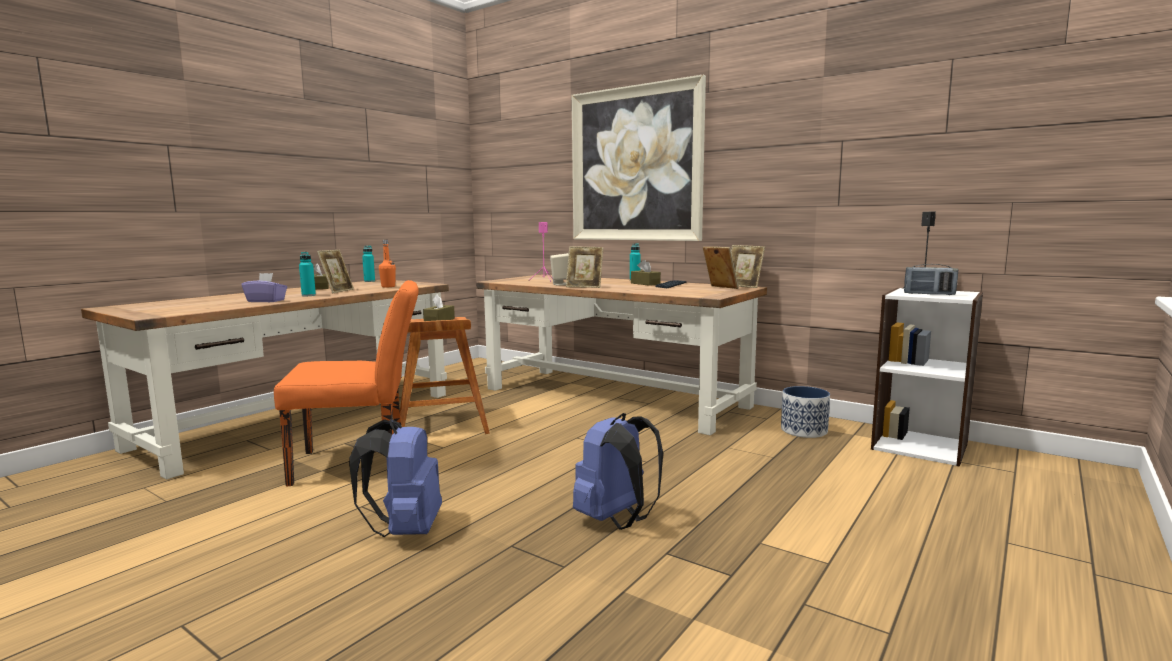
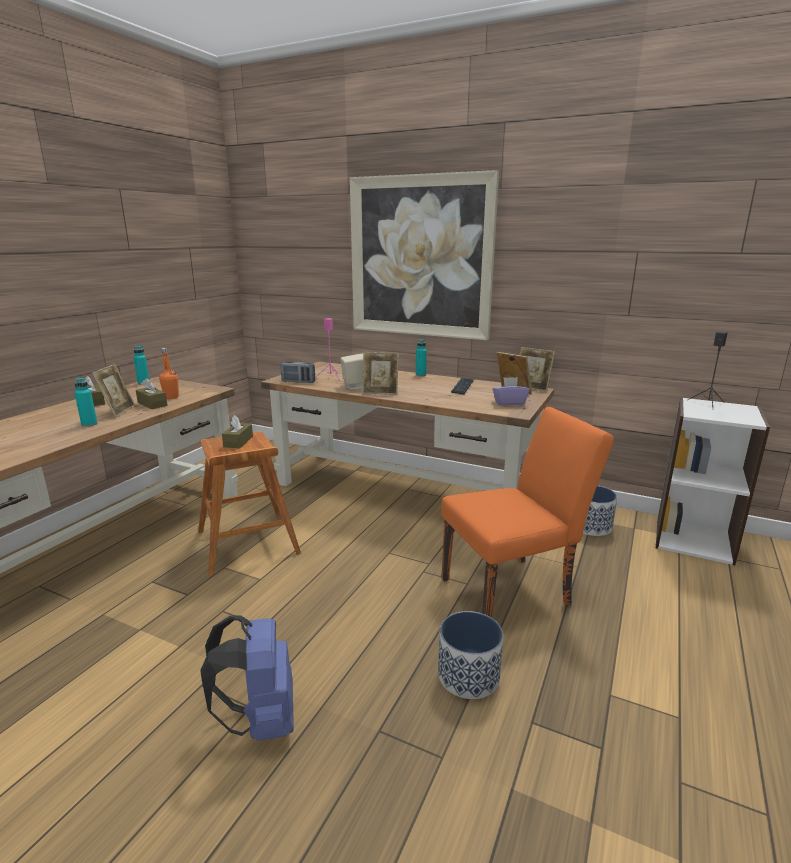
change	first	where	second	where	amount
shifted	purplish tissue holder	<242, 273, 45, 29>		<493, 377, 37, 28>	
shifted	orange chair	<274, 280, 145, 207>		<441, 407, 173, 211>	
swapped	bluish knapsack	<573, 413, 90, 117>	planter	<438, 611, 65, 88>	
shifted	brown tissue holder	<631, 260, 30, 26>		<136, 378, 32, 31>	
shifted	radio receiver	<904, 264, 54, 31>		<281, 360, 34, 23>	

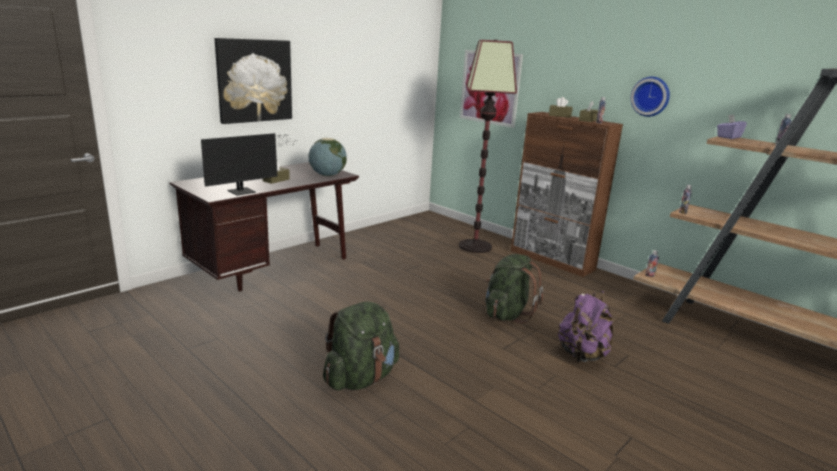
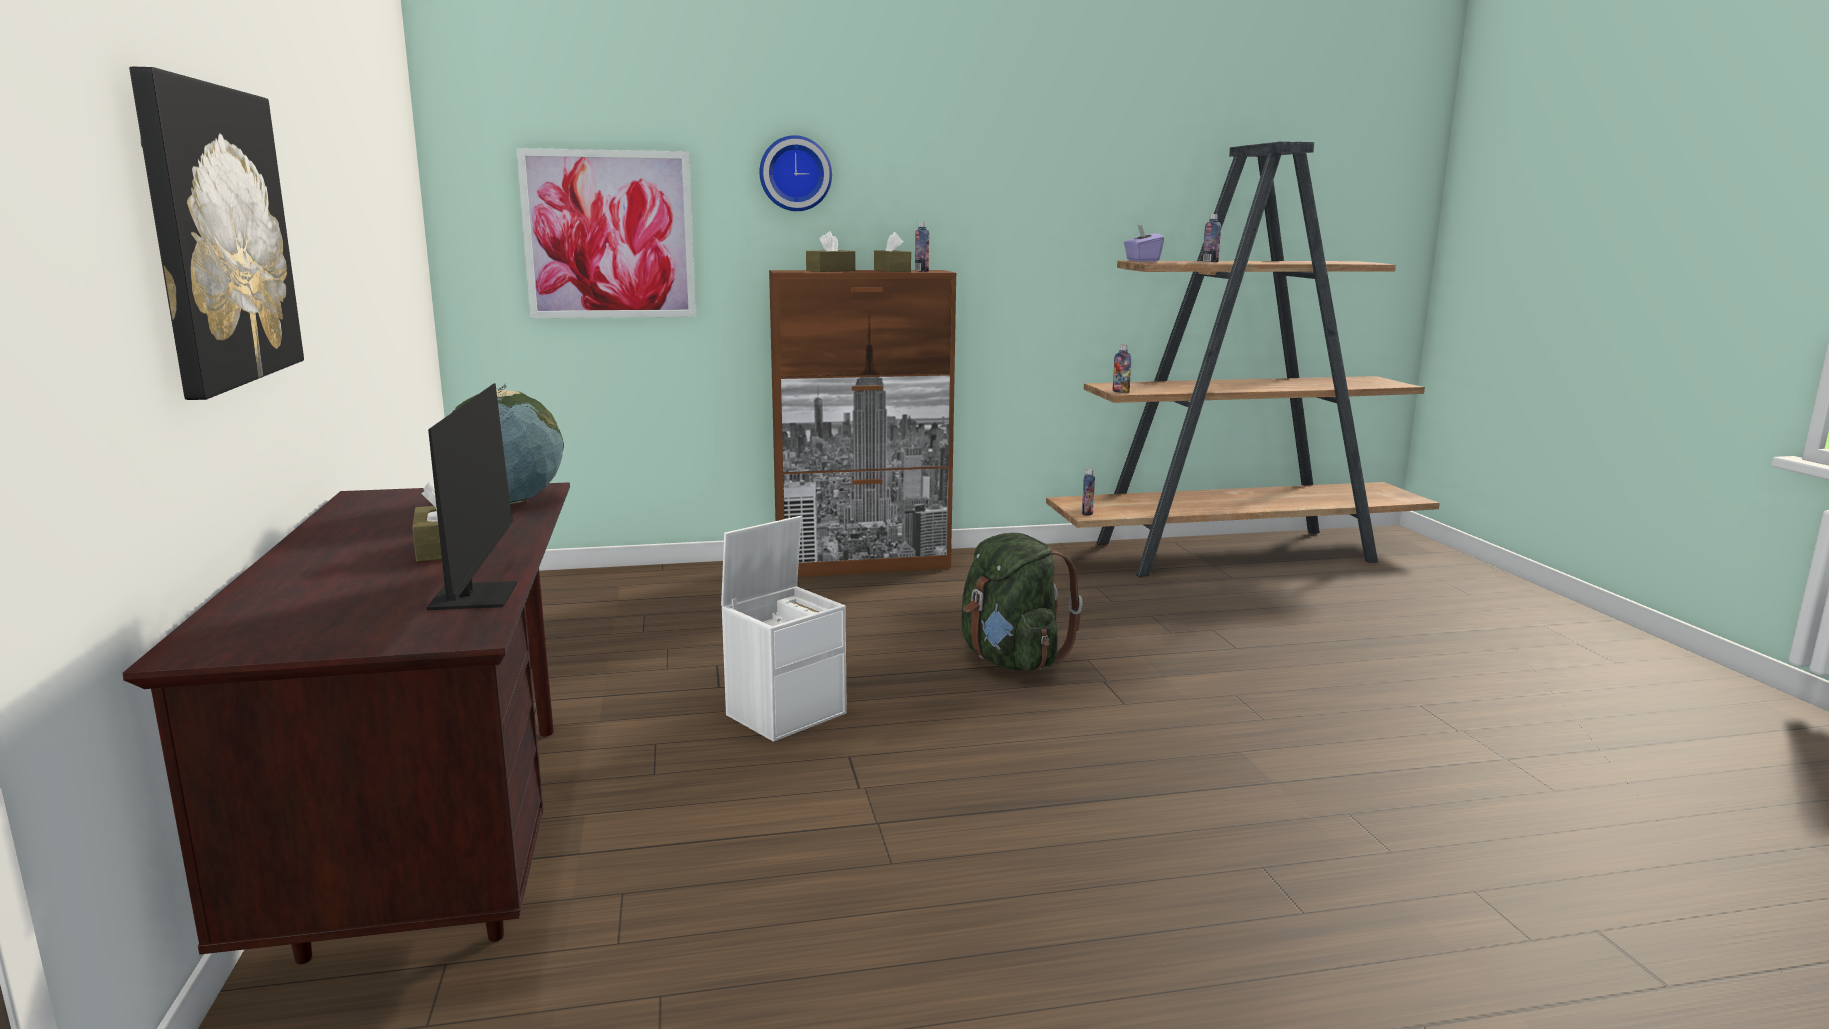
change	first	where	second	where	amount
gone	green knapsack	<323, 301, 76, 90>			
gone	standing lamp	<459, 40, 58, 213>			
gone	purplish knapsack	<558, 291, 55, 71>			
shifted	clock on the wall	<630, 77, 40, 40>		<759, 135, 73, 76>	
new			whitish storage bin	<721, 516, 126, 226>	

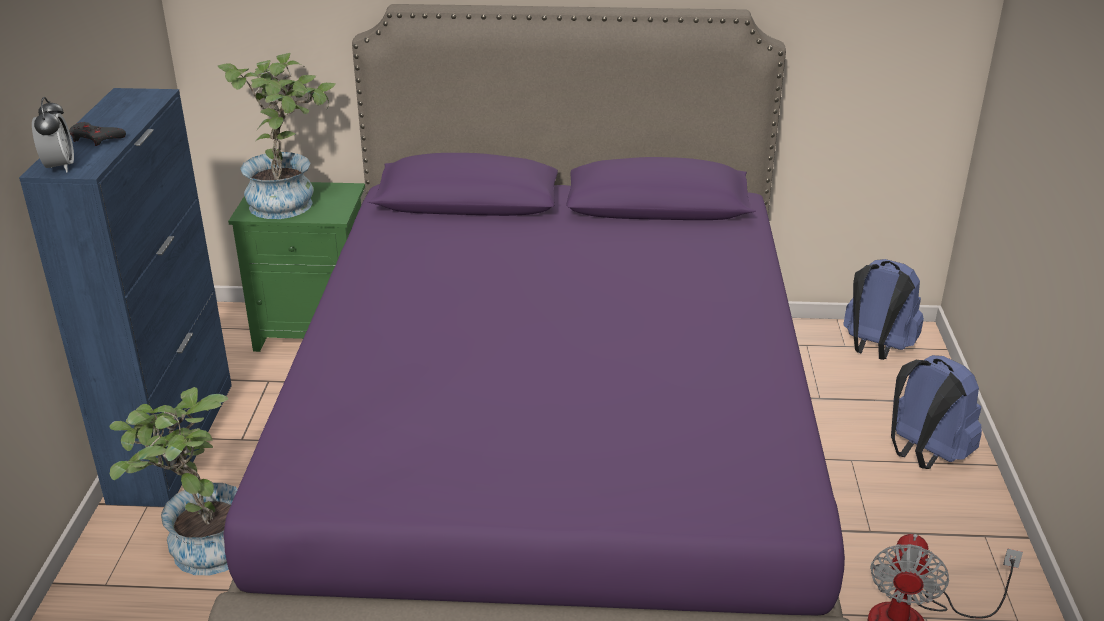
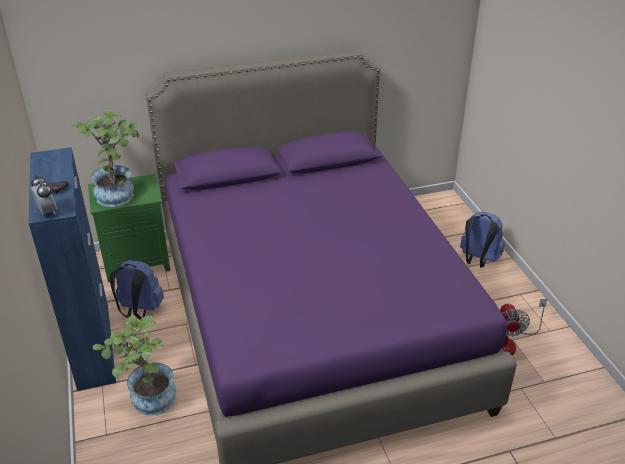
change	first	where	second	where	amount
shifted	bluish knapsack	<843, 259, 81, 101>		<110, 260, 54, 60>	

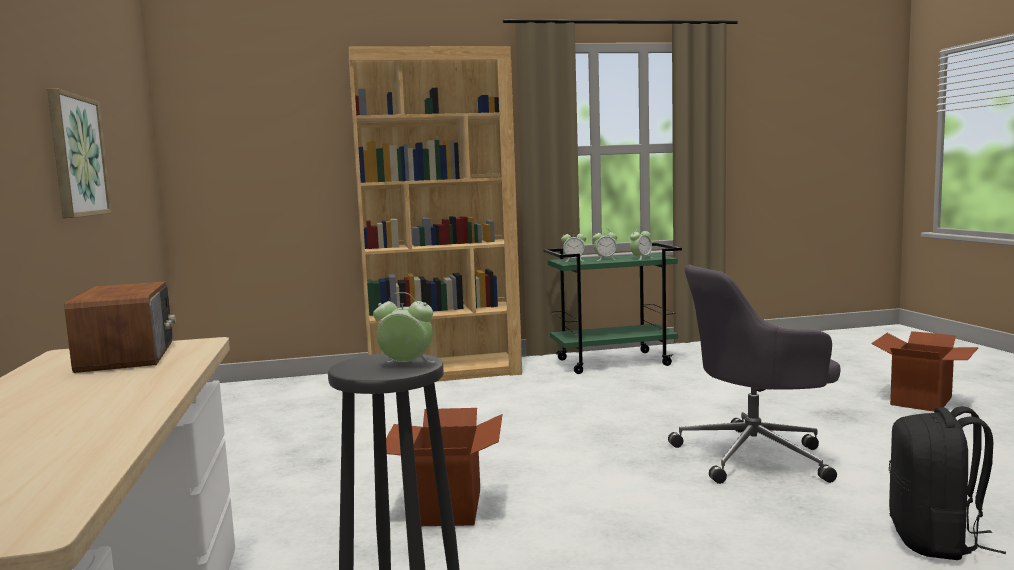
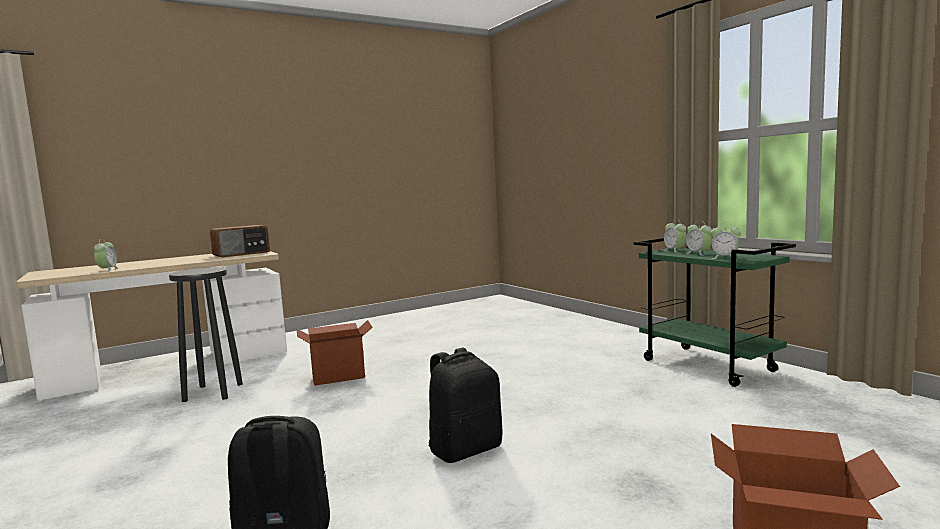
change	first	where	second	where	amount
gone	picture	<47, 88, 65, 130>			
gone	brown bookcase	<349, 46, 173, 336>			
shifted	table clock	<373, 292, 62, 71>		<94, 239, 24, 32>	
swapped	greyish desk chair	<668, 265, 173, 219>	black knapsack	<429, 347, 73, 116>	

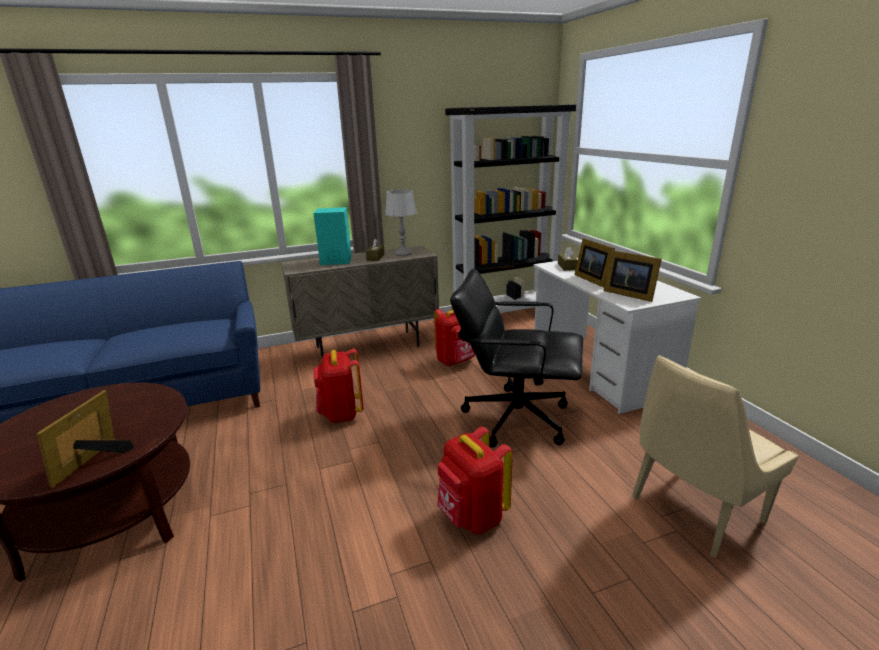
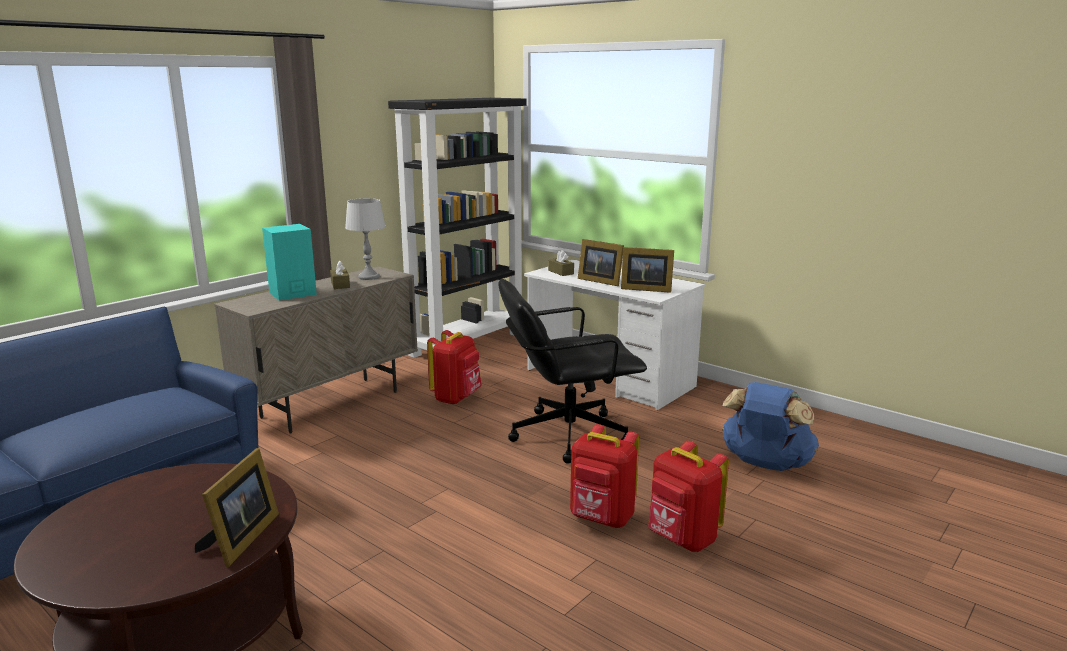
change	first	where	second	where	amount
rotated	picture frame	<37, 390, 97, 98>		<195, 448, 84, 119>	150 degrees counterclockwise
shifted	red-coloured knapsack	<314, 349, 50, 74>		<648, 441, 81, 111>	
swapped	beige-coloured chair	<632, 355, 166, 203>	bluish knapsack	<722, 382, 97, 89>	

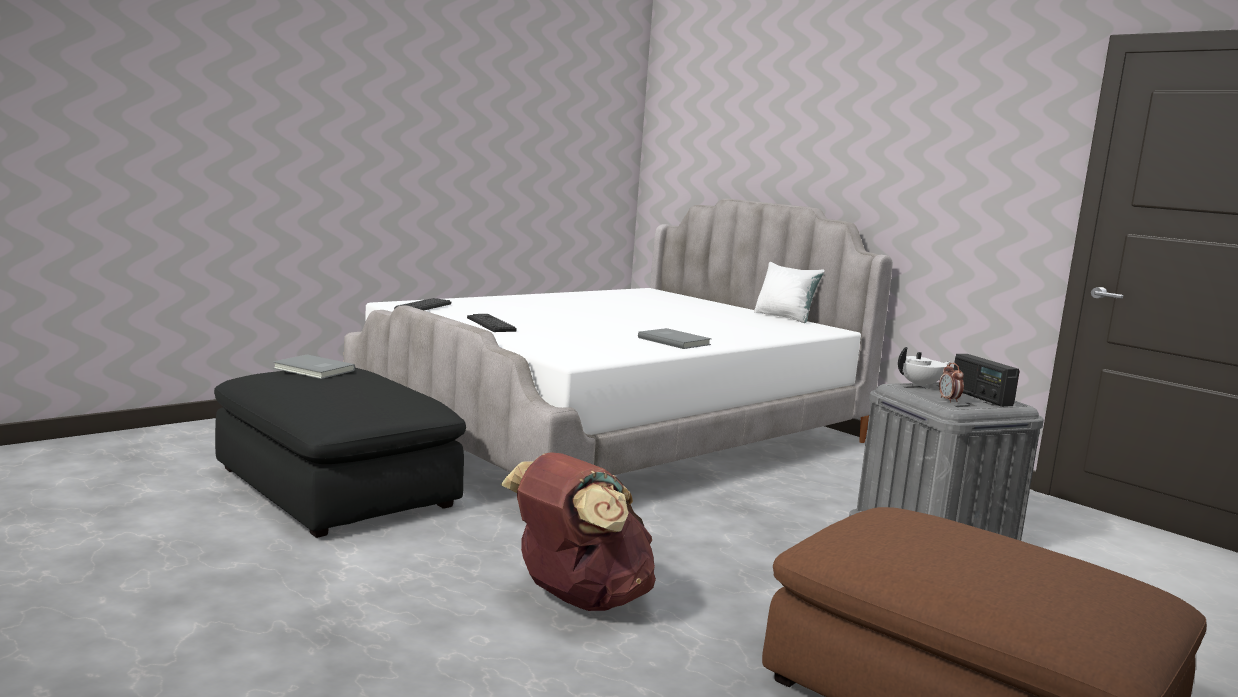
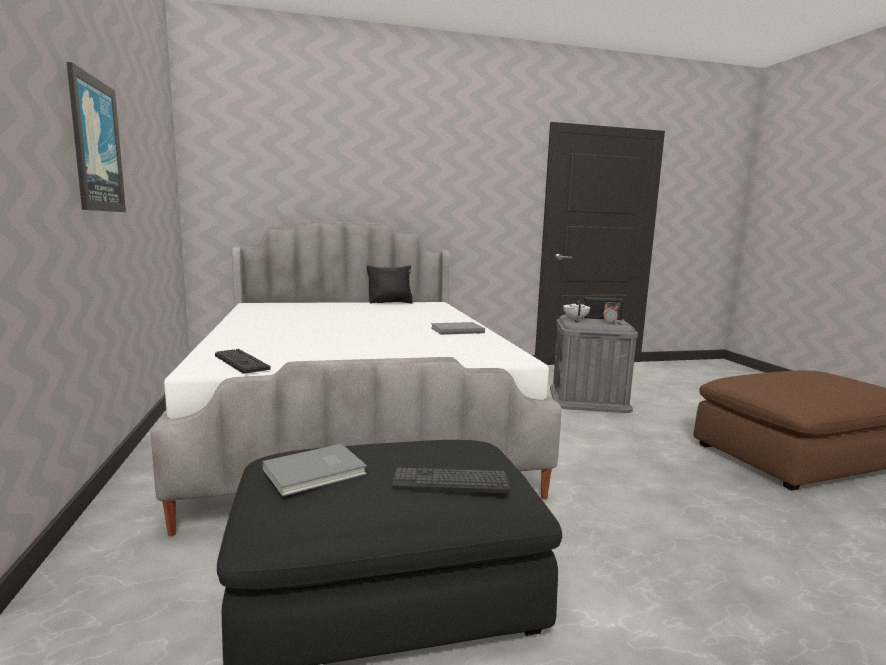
change	first	where	second	where	amount
shifted	keyboard	<467, 314, 50, 18>		<392, 468, 118, 26>	
gone	brown knapsack	<501, 452, 155, 159>			
repainted	whitish throw pillow	<754, 262, 71, 61>	black throw pillow	<367, 265, 47, 38>	
new			picture	<67, 62, 59, 150>	

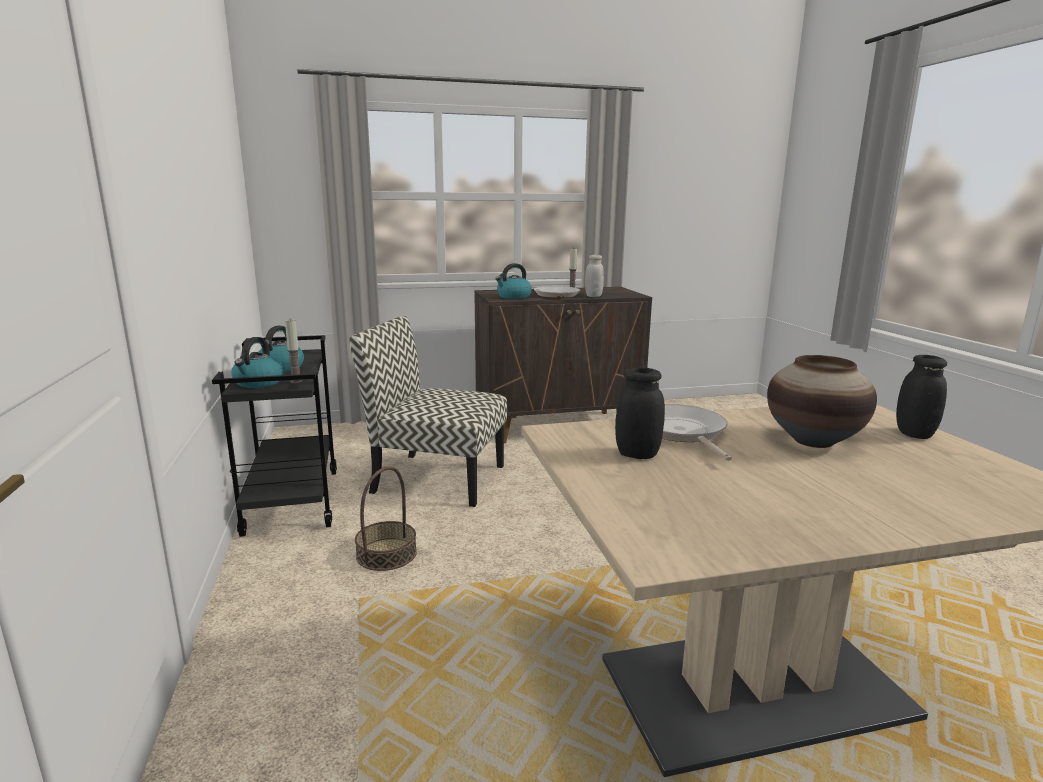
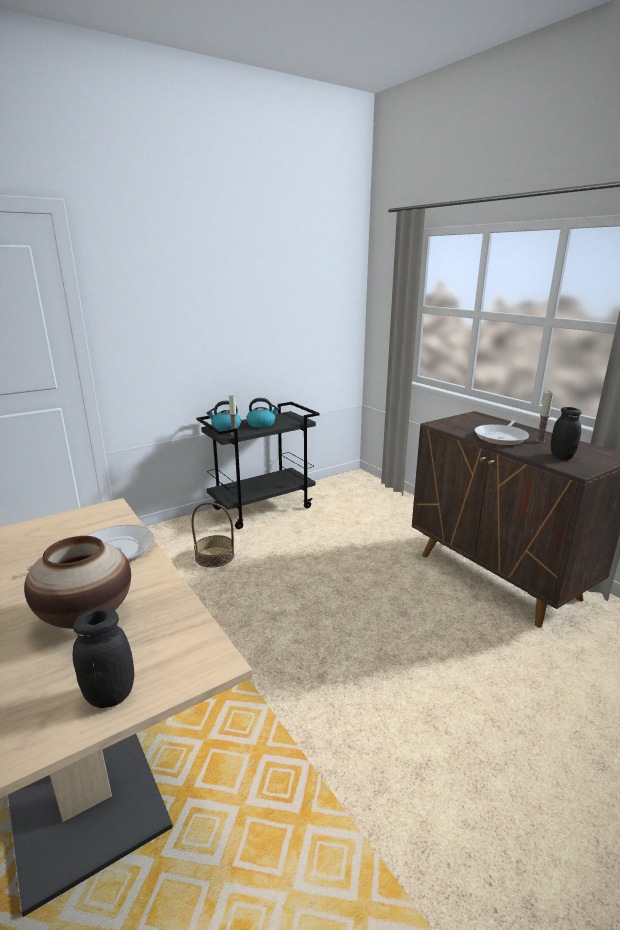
change	first	where	second	where	amount
gone	chair	<349, 316, 158, 191>			
gone	water kettle	<495, 263, 37, 36>			
gone	whitish storage jar	<585, 255, 19, 42>			
shifted	black storage jar	<615, 368, 50, 91>		<551, 407, 31, 53>	

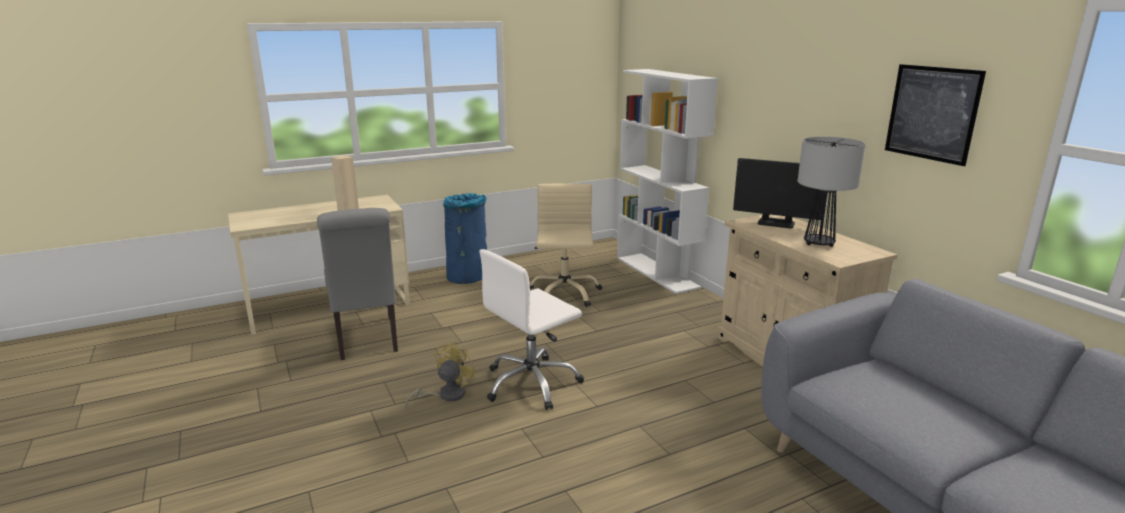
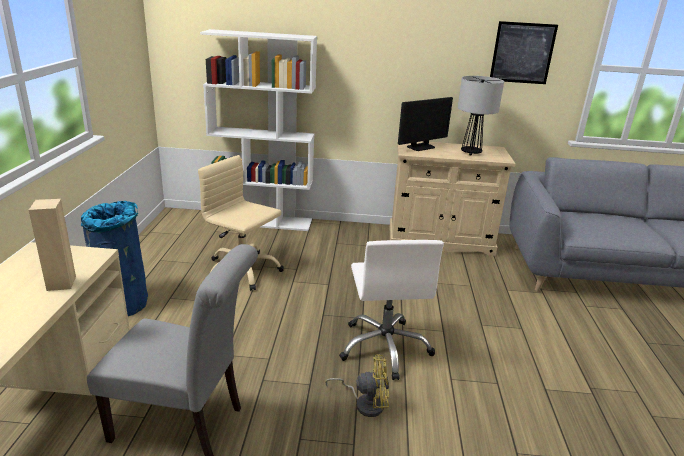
change	first	where	second	where	amount
rotated	yellow fan	<405, 341, 73, 67>		<325, 354, 64, 63>	120 degrees clockwise

